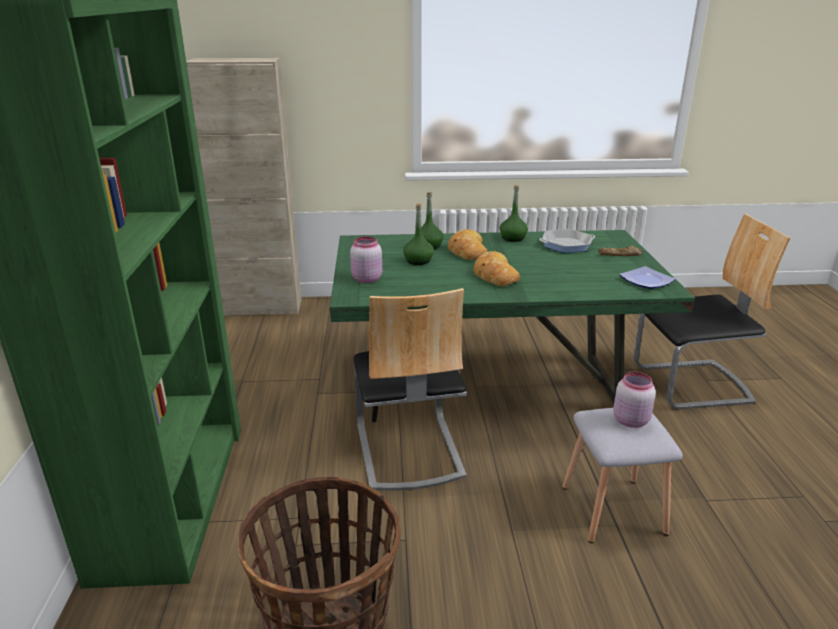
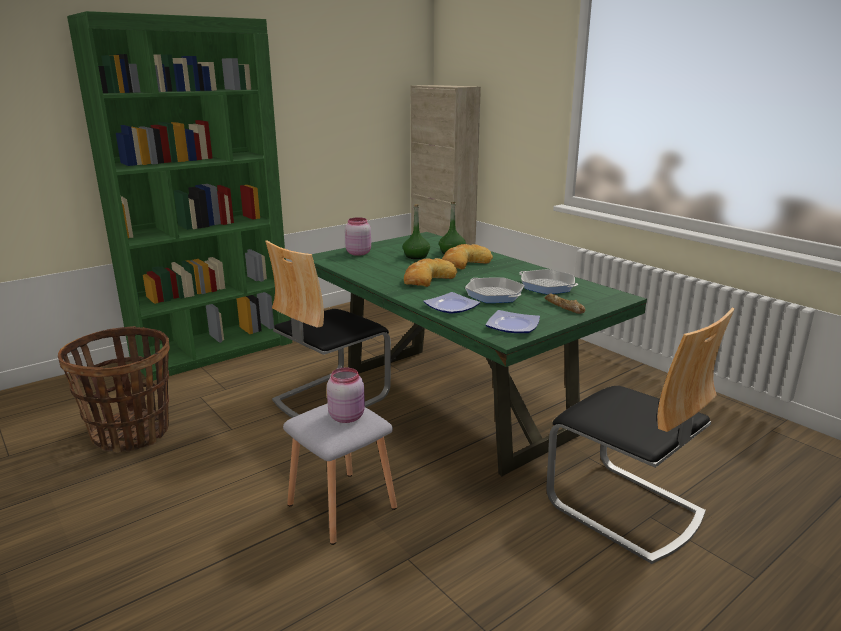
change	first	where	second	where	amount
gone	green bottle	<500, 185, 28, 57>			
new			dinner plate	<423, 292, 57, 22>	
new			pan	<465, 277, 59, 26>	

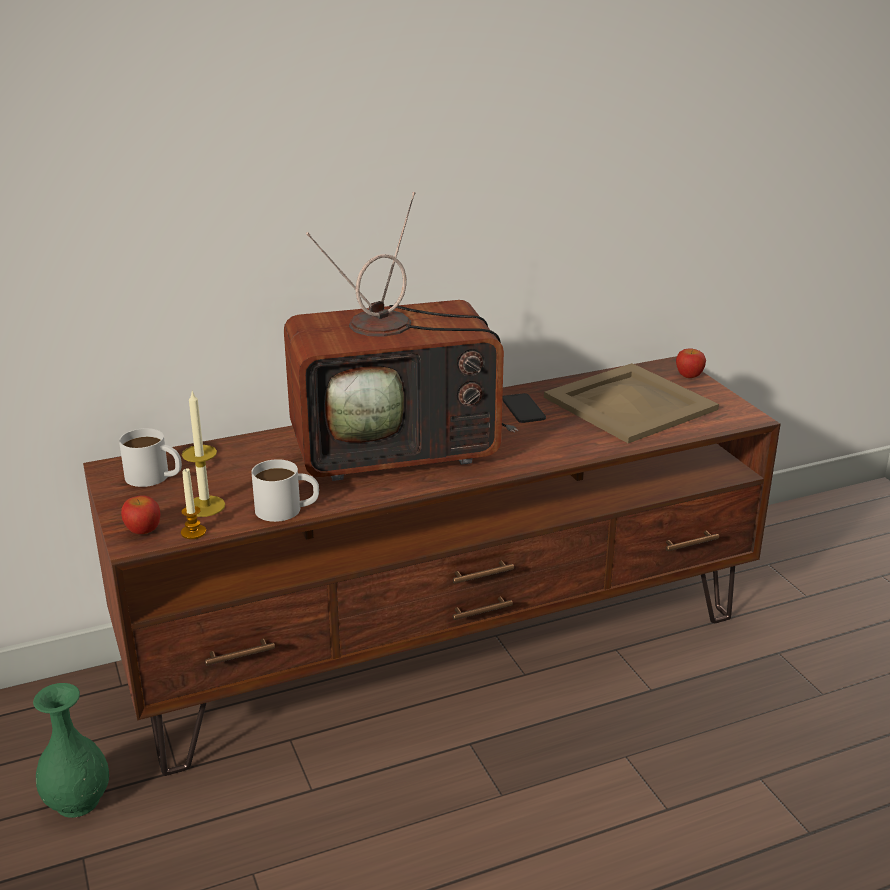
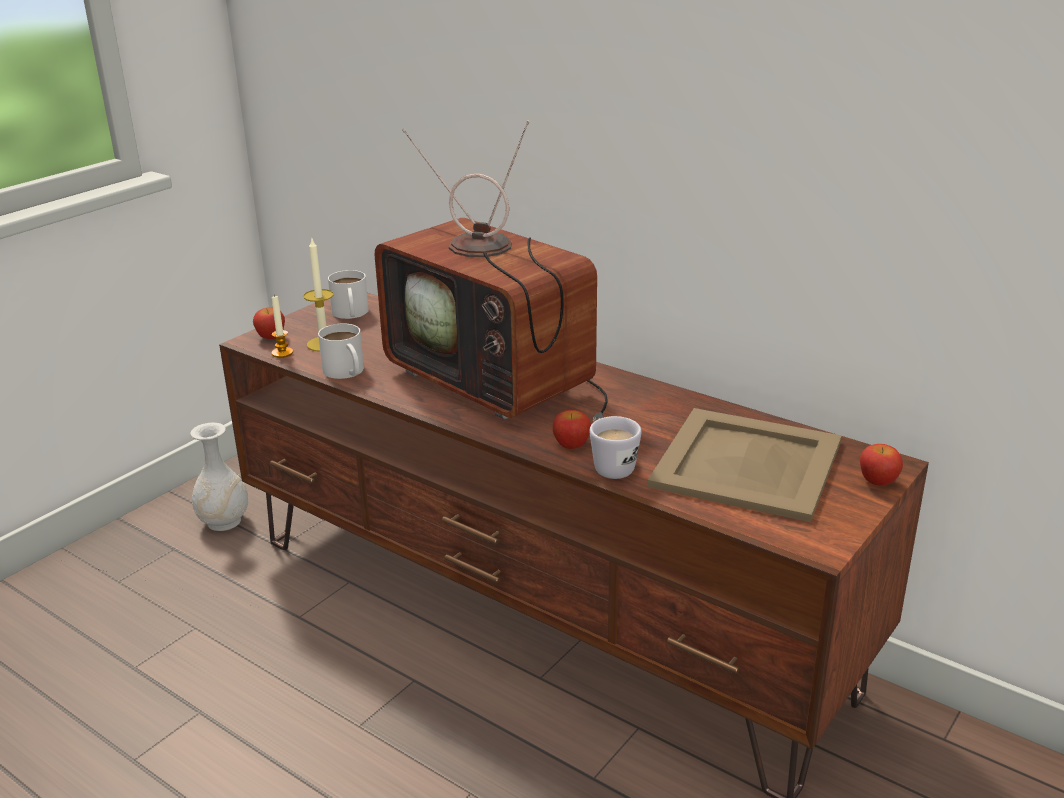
change	first	where	second	where	amount
repainted	green decorative vase	<33, 683, 76, 135>	whitish decorative vase	<190, 423, 58, 108>	
gone	handset	<502, 393, 44, 30>			
new			apple	<553, 410, 38, 39>	
new			whitish tea mug	<590, 416, 51, 63>	

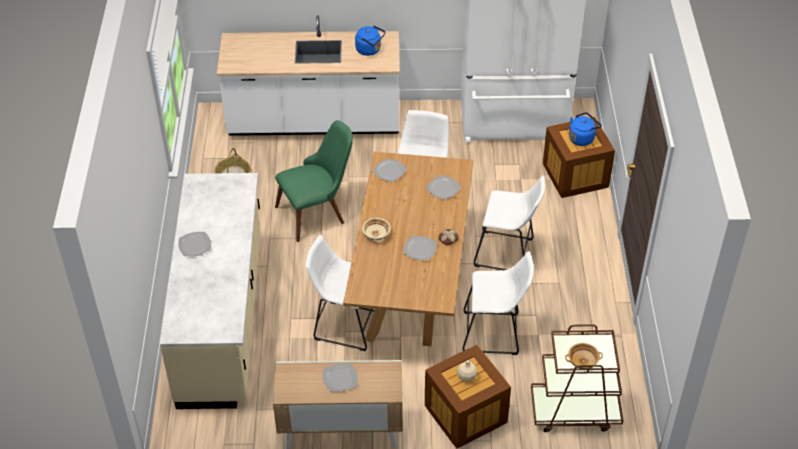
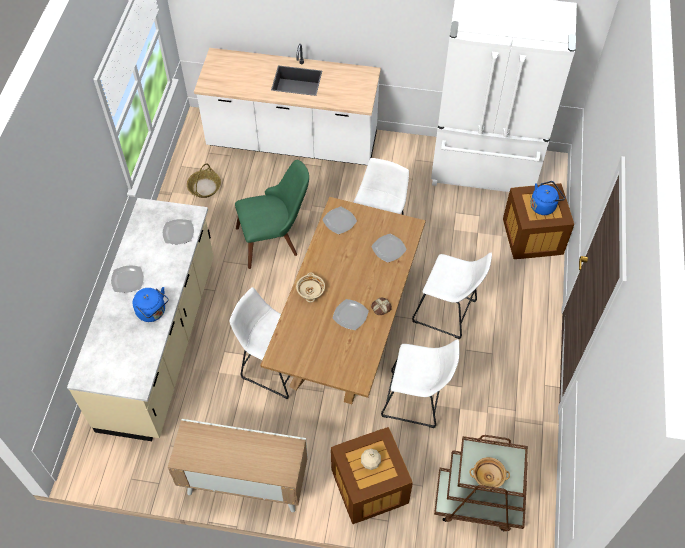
change	first	where	second	where	amount
shifted	dinner plate	<323, 363, 35, 29>		<163, 219, 31, 25>	
shifted	bluish water kettle	<355, 25, 31, 31>		<133, 287, 35, 35>	

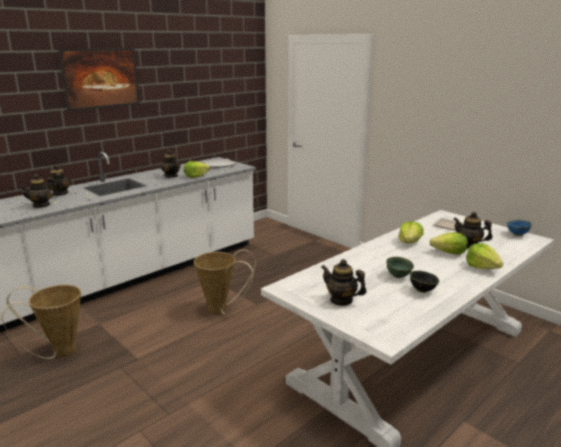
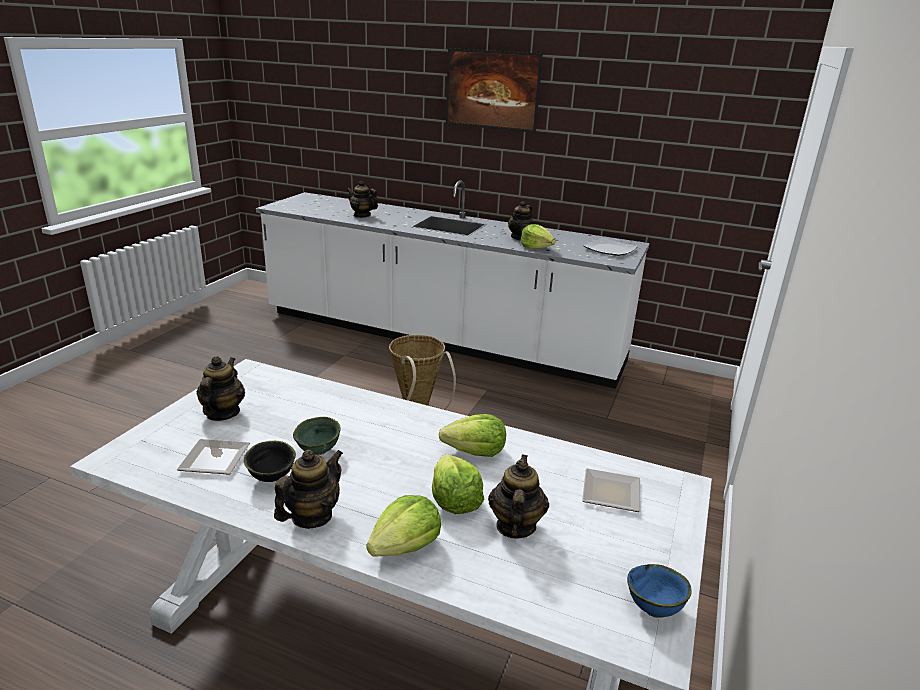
change	first	where	second	where	amount
gone	storage basket	<2, 285, 79, 74>			
shifted	pot for tea	<46, 165, 25, 31>		<274, 449, 69, 80>	
new			dinner plate	<177, 439, 73, 36>	

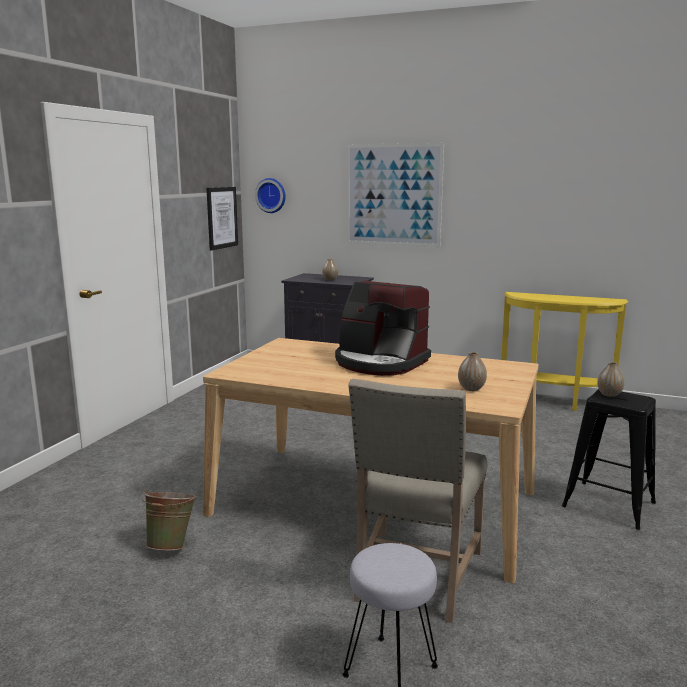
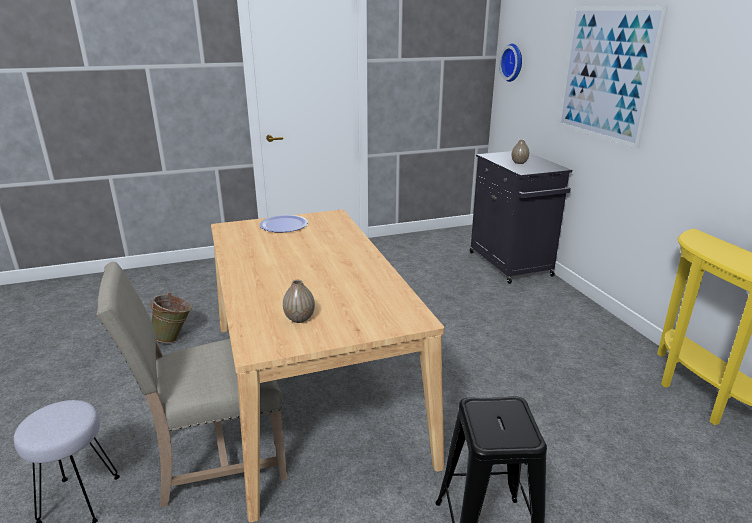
change	first	where	second	where	amount
gone	picture	<206, 187, 32, 63>			
gone	coffee brewer	<335, 281, 96, 95>			
gone	decorative vase	<597, 362, 28, 35>			
new			dinner plate	<259, 215, 49, 17>	

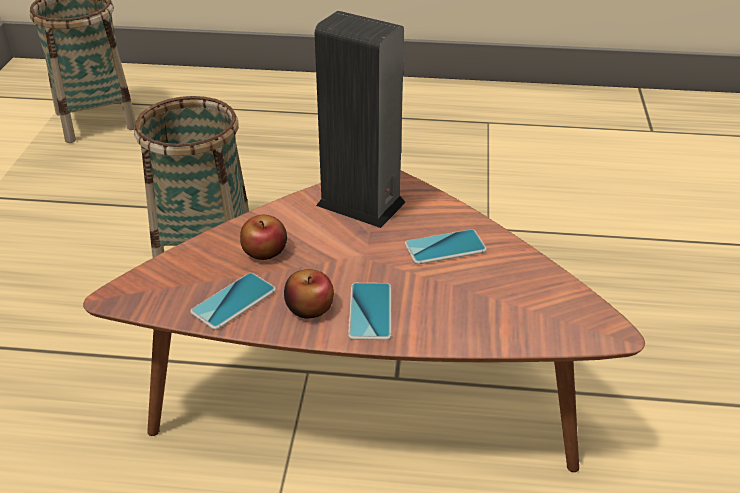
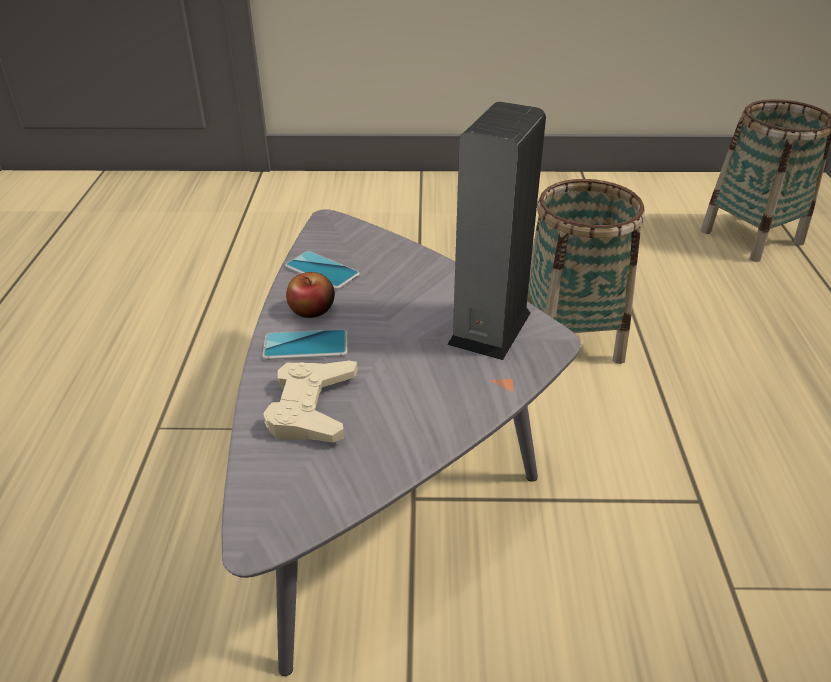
change	first	where	second	where	amount
repainted	brown coffee table	<83, 170, 562, 302>	greyish coffee table	<221, 209, 360, 467>	
gone	apple	<240, 215, 47, 45>			
gone	handset	<405, 229, 82, 35>			
new			beige-coloured joypad	<263, 361, 95, 82>	

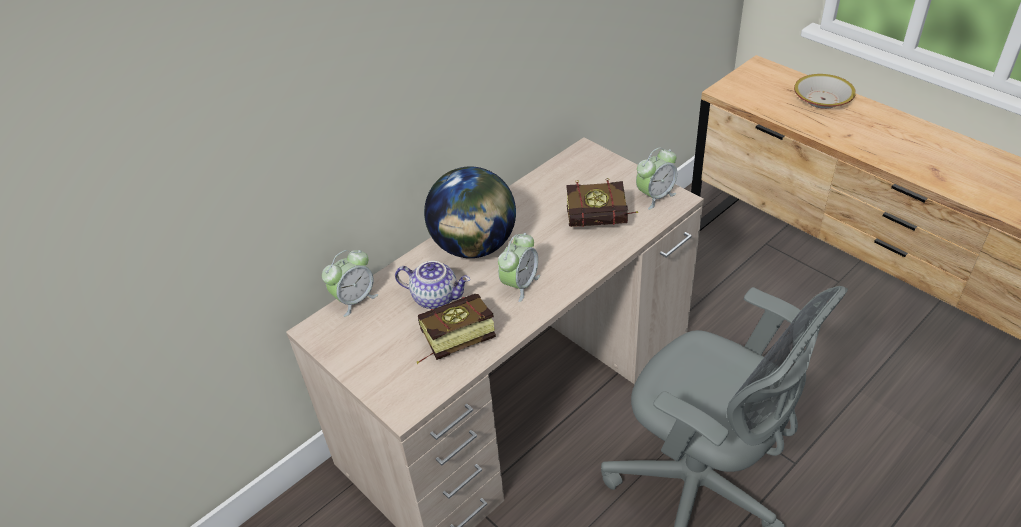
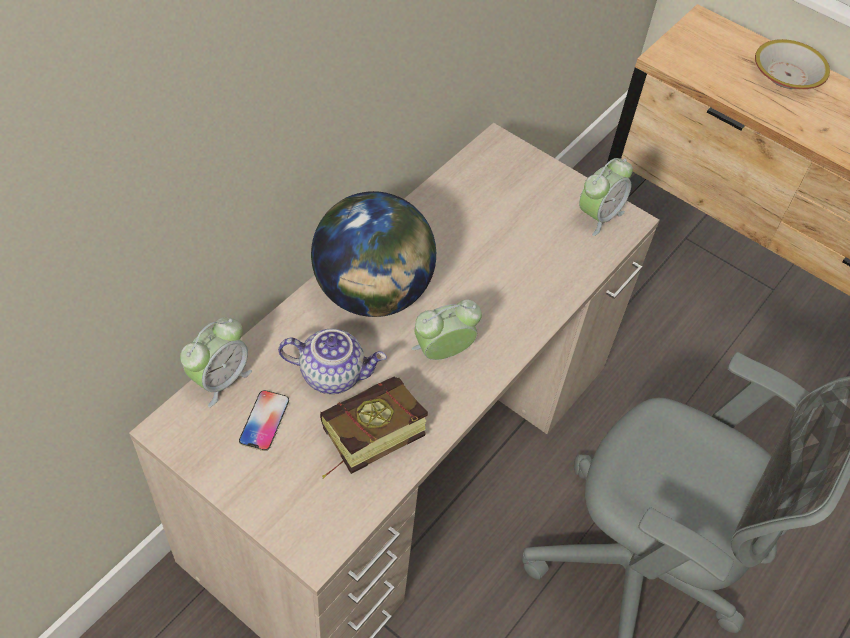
change	first	where	second	where	amount
rotated	table clock	<498, 233, 42, 69>		<412, 299, 70, 61>	135 degrees counterclockwise
gone	volume	<566, 178, 72, 49>			
new			handset	<239, 390, 50, 61>	

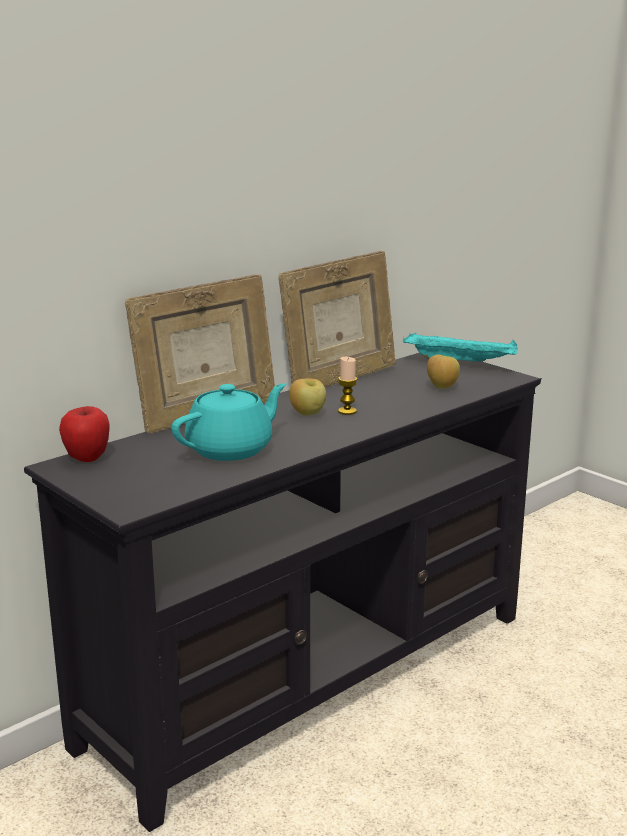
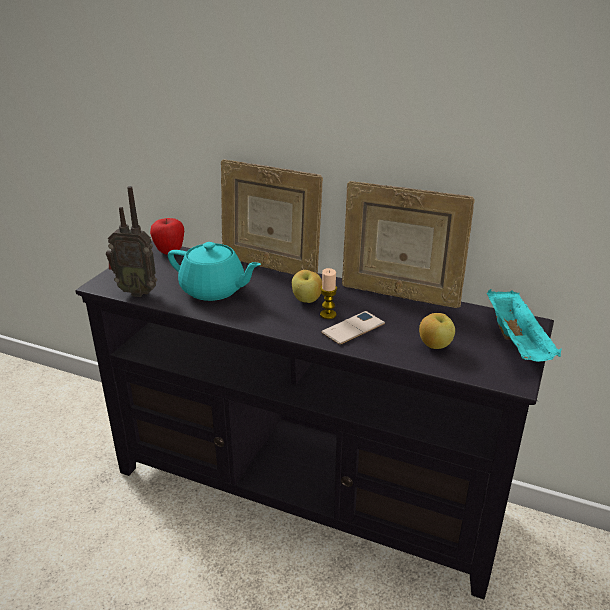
change	first	where	second	where	amount
new			radio receiver	<106, 186, 51, 111>	
new			handset	<321, 311, 64, 34>	

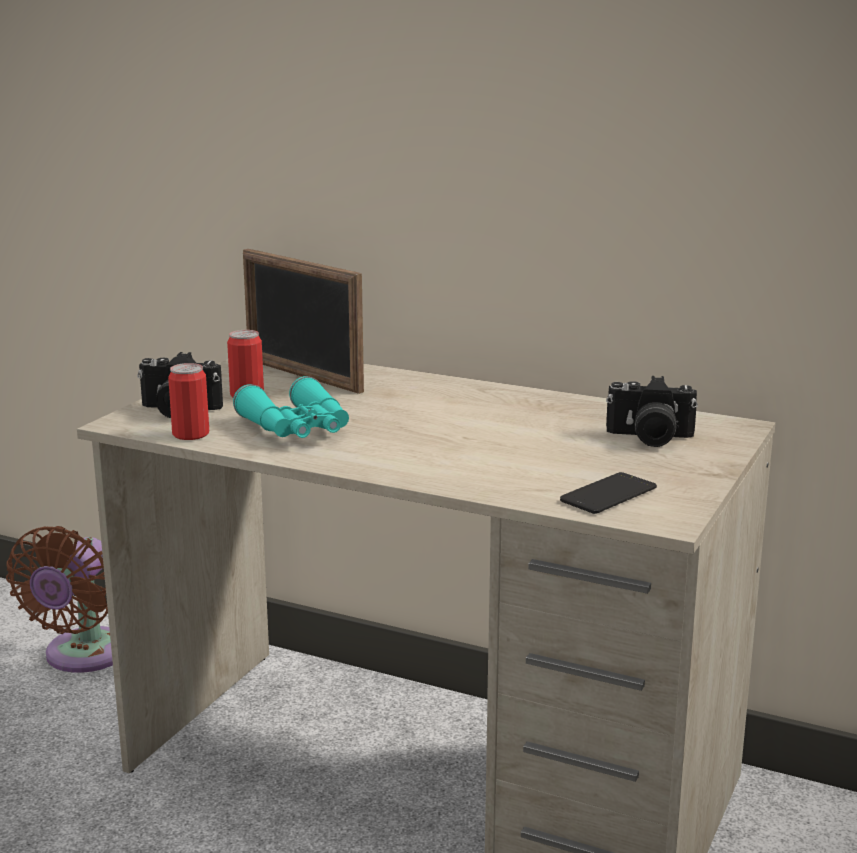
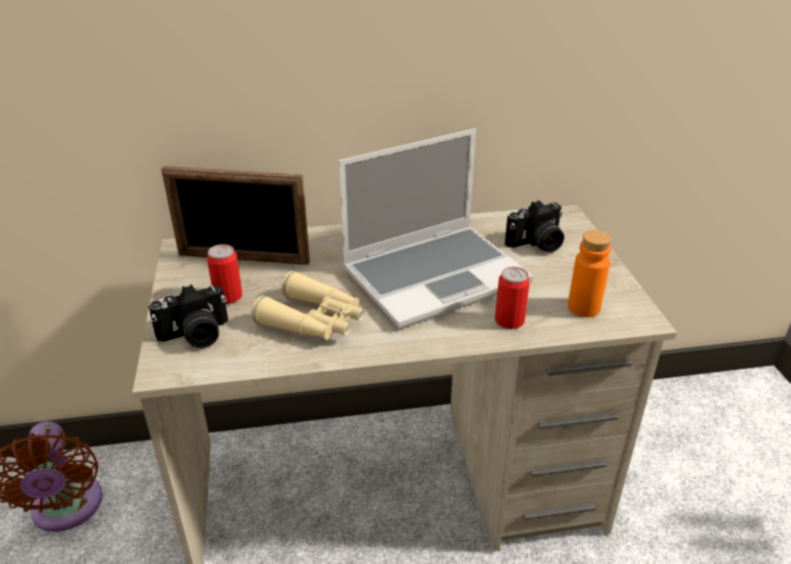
change	first	where	second	where	amount
shifted	sealed can	<168, 363, 41, 77>		<495, 267, 35, 62>	
repainted	blue-green binoculars	<233, 376, 116, 62>	beige-coloured binoculars	<251, 271, 114, 69>	
swapped	handset	<560, 472, 97, 42>	orange bottle	<568, 230, 43, 87>	
new			notebook computer	<338, 129, 195, 199>	

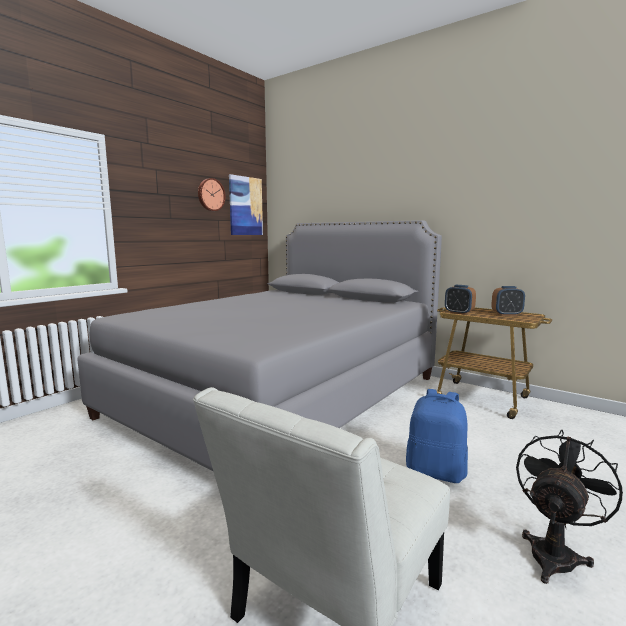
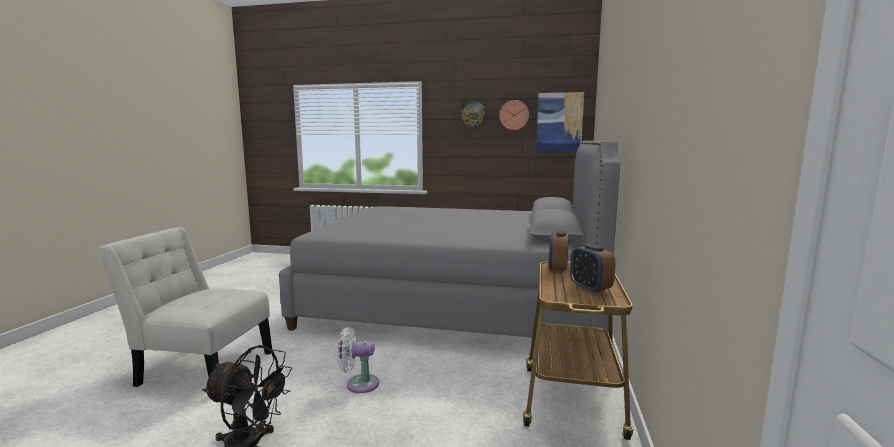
change	first	where	second	where	amount
swapped	bluish knapsack	<406, 389, 62, 94>	whitish fan	<337, 327, 42, 66>	
new			clock on the wall	<459, 101, 27, 28>	

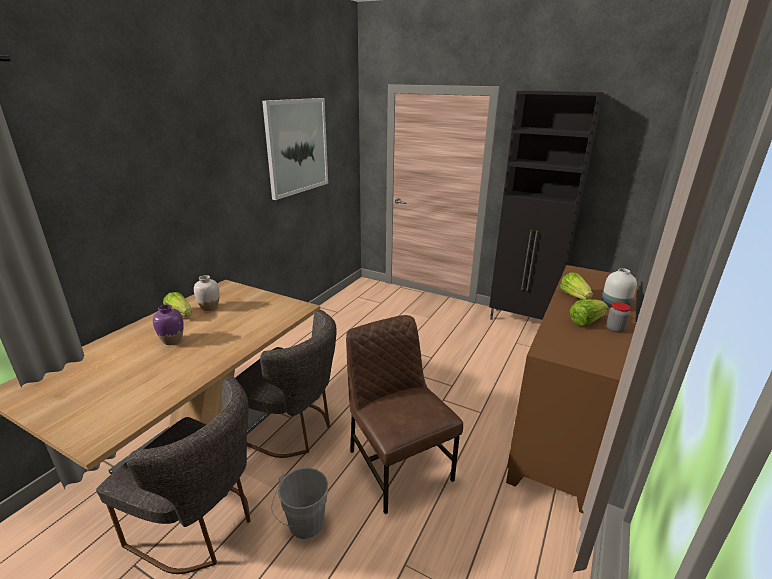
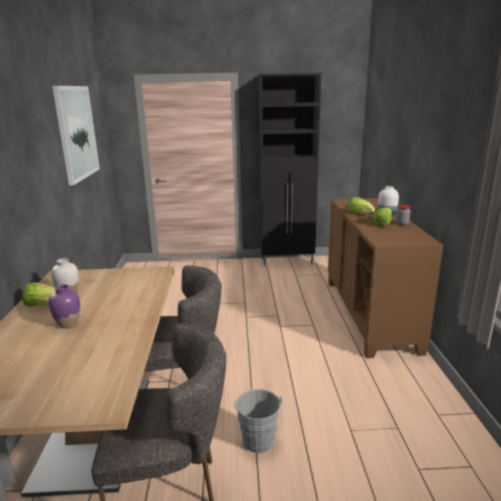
change	first	where	second	where	amount
gone	brown chair	<346, 315, 117, 199>			

